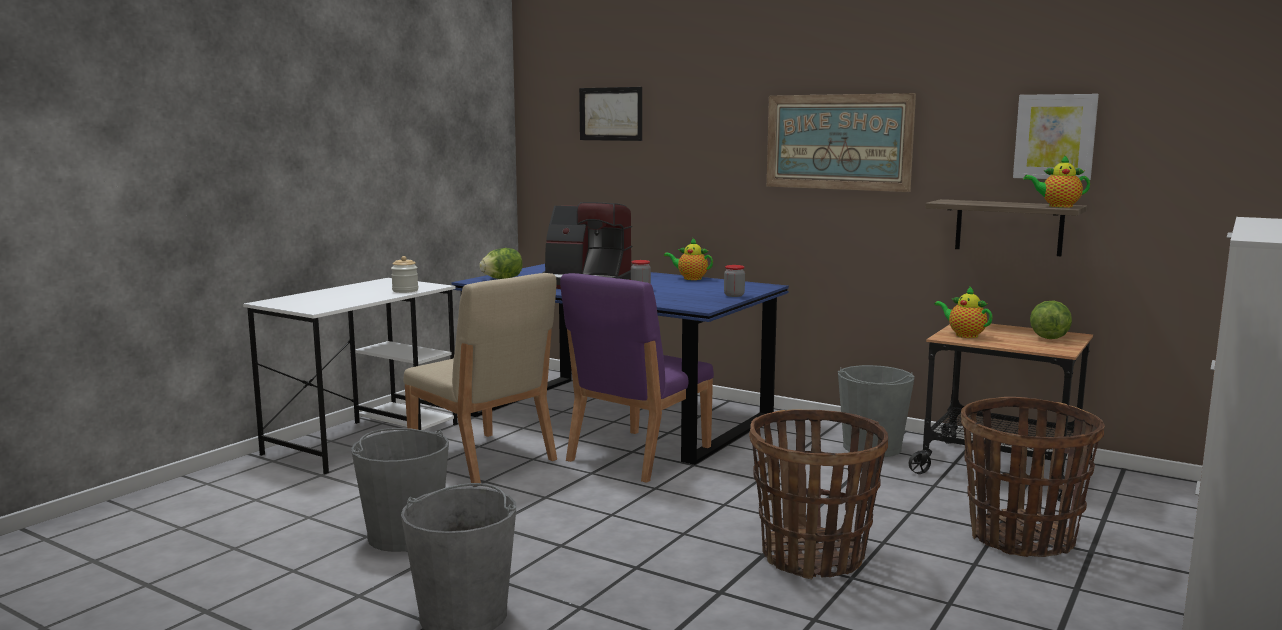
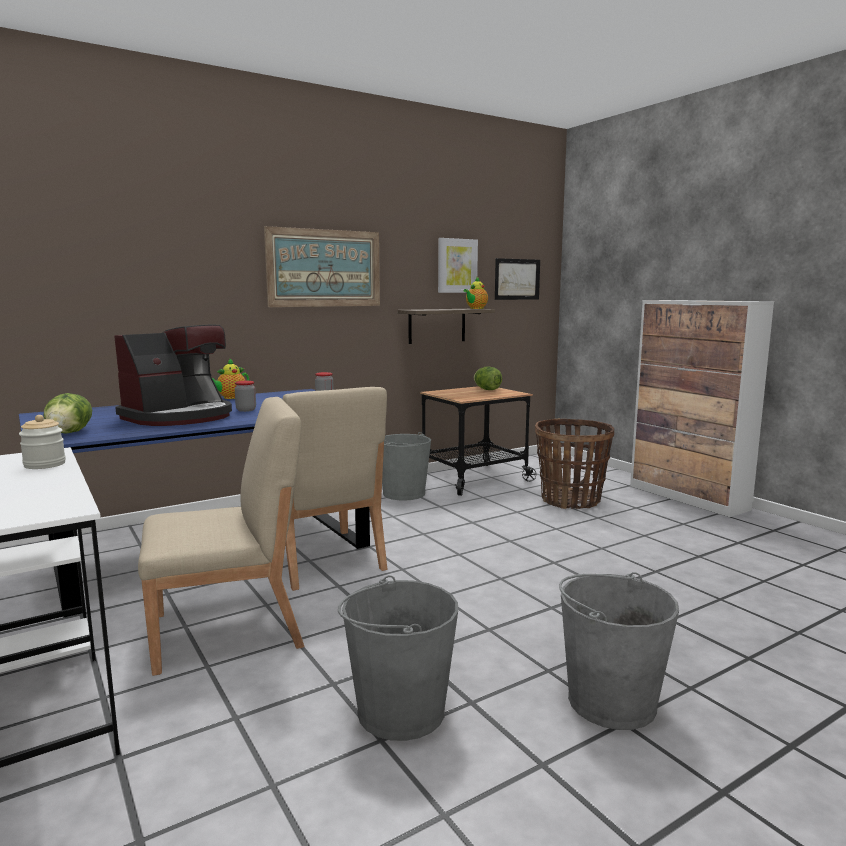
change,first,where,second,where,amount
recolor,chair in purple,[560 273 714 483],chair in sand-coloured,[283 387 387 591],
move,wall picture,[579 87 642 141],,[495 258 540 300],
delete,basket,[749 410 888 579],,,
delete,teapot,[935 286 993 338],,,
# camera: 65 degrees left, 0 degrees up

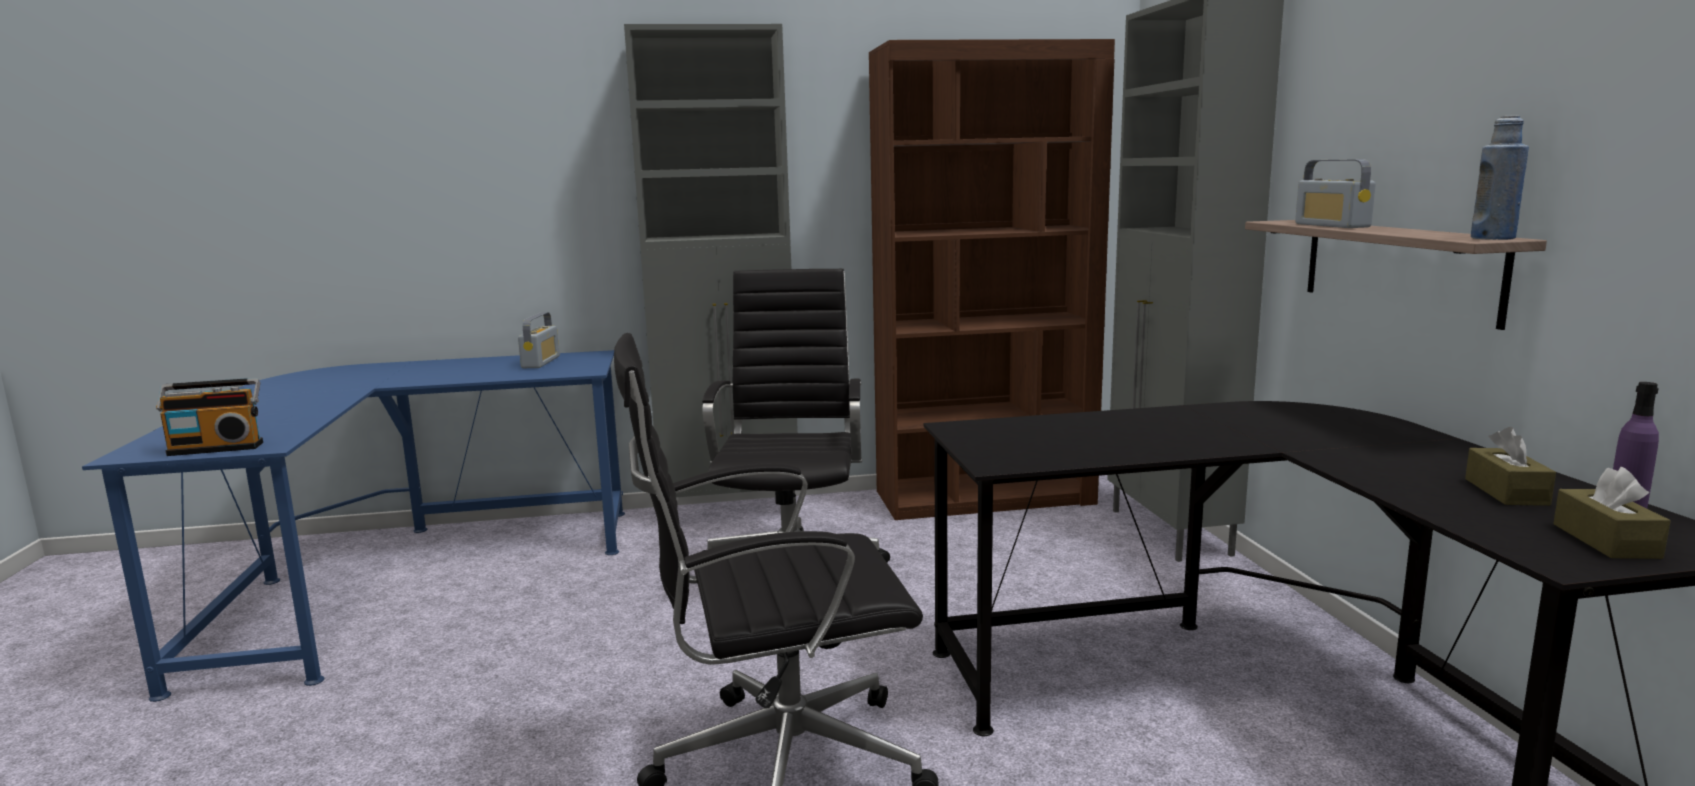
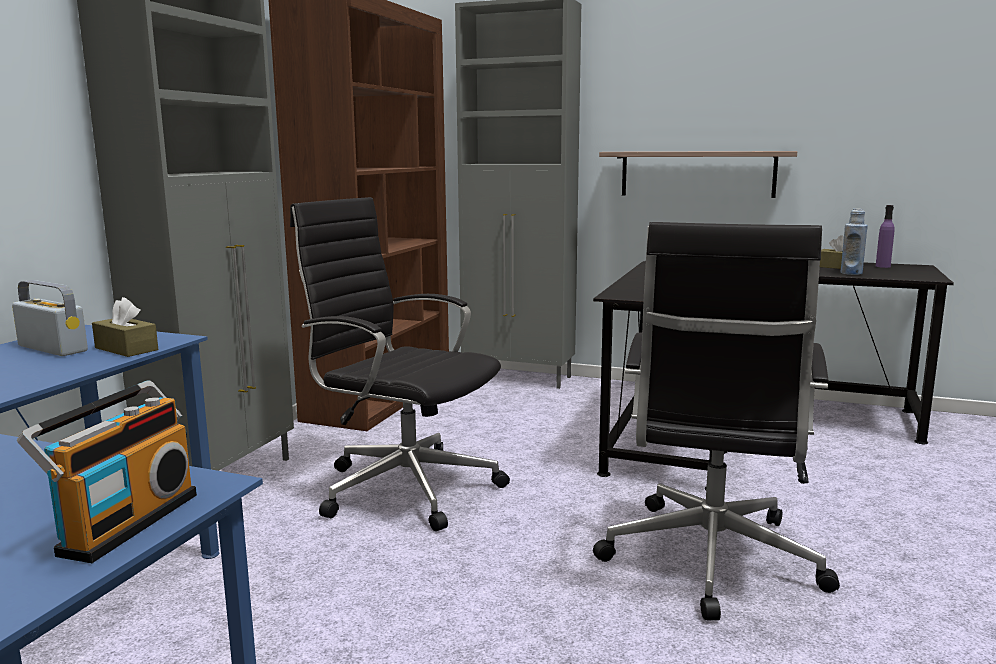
change,first,where,second,where,amount
move,tissue box in brown-coloured,[1553 467 1671 559],,[92 297 158 357],
move,bottle in bluish,[1471 116 1529 240],,[840 209 868 275],
delete,radio,[1295 159 1376 228],,,
# camera: 60 degrees left, 0 degrees up

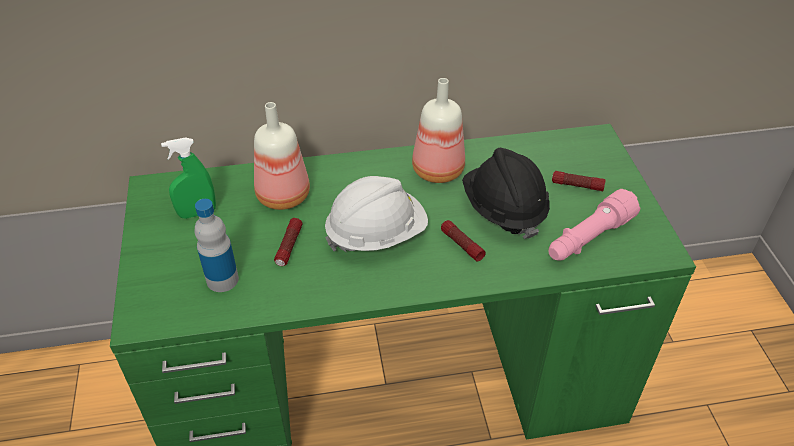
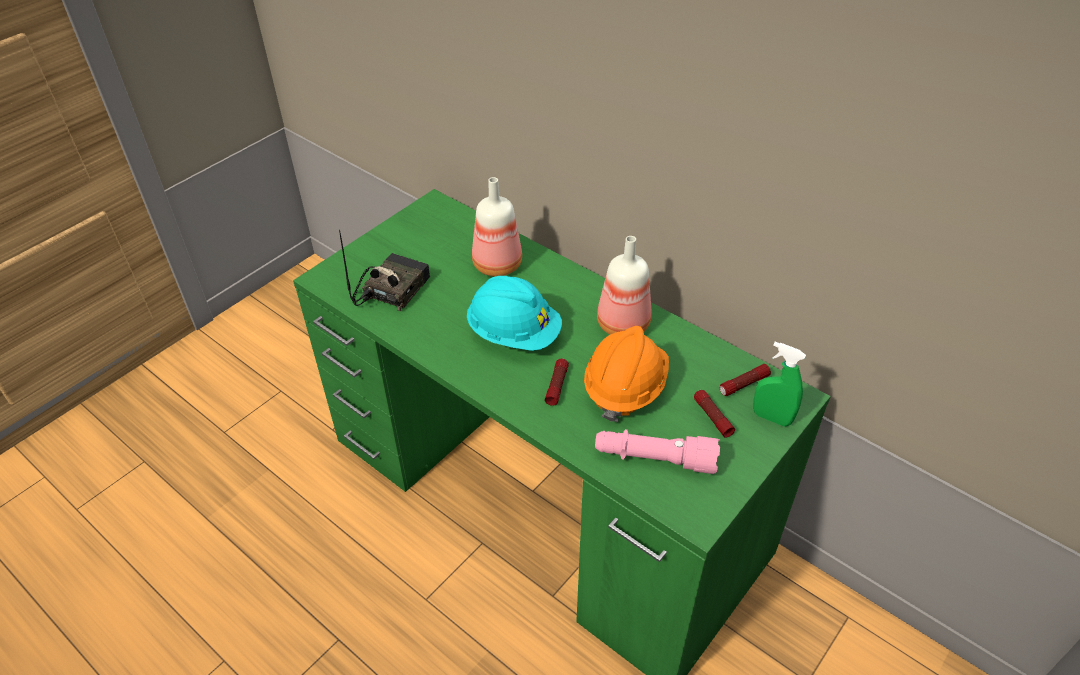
change,first,where,second,where,amount
replace,bottle,[195 199 239 292],radio,[339 230 430 311],
recolor,hard hat in white-coloured,[325 176 428 253],hard hat in turquoise,[467 276 562 351],
recolor,hard hat in black,[462 148 550 239],hard hat in orangey,[584 326 669 422],
move,torch,[274 218 303 266],,[720 364 771 396],
move,spray bottle in green-coloured,[161 137 216 219],,[753 342 806 427],
# camera: 50 degrees right, 0 degrees up

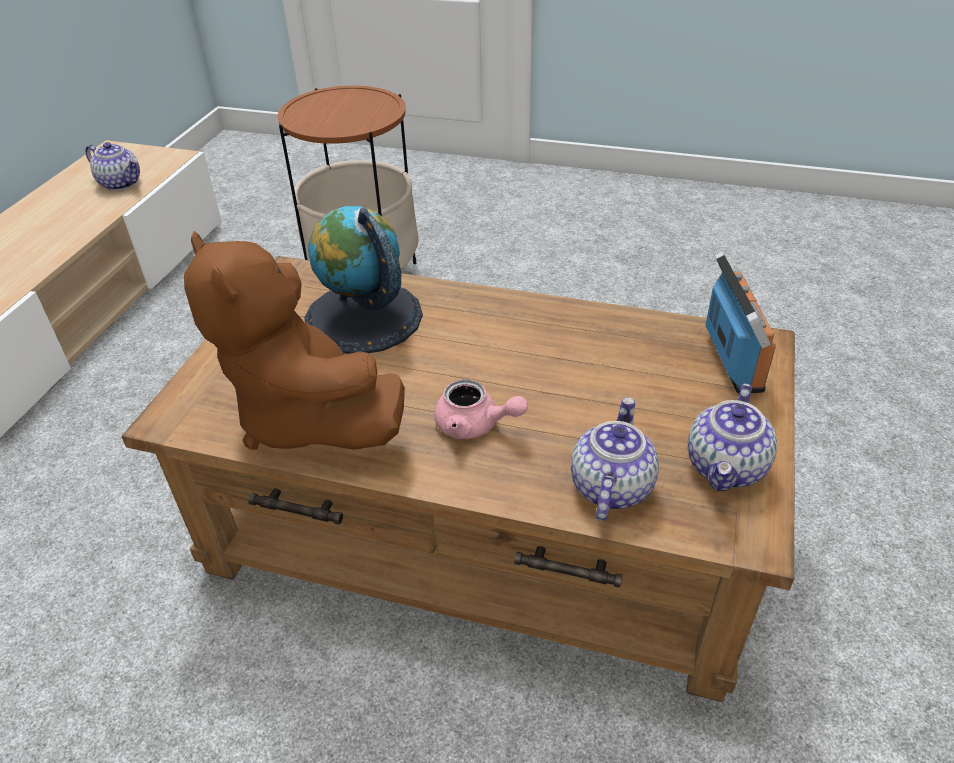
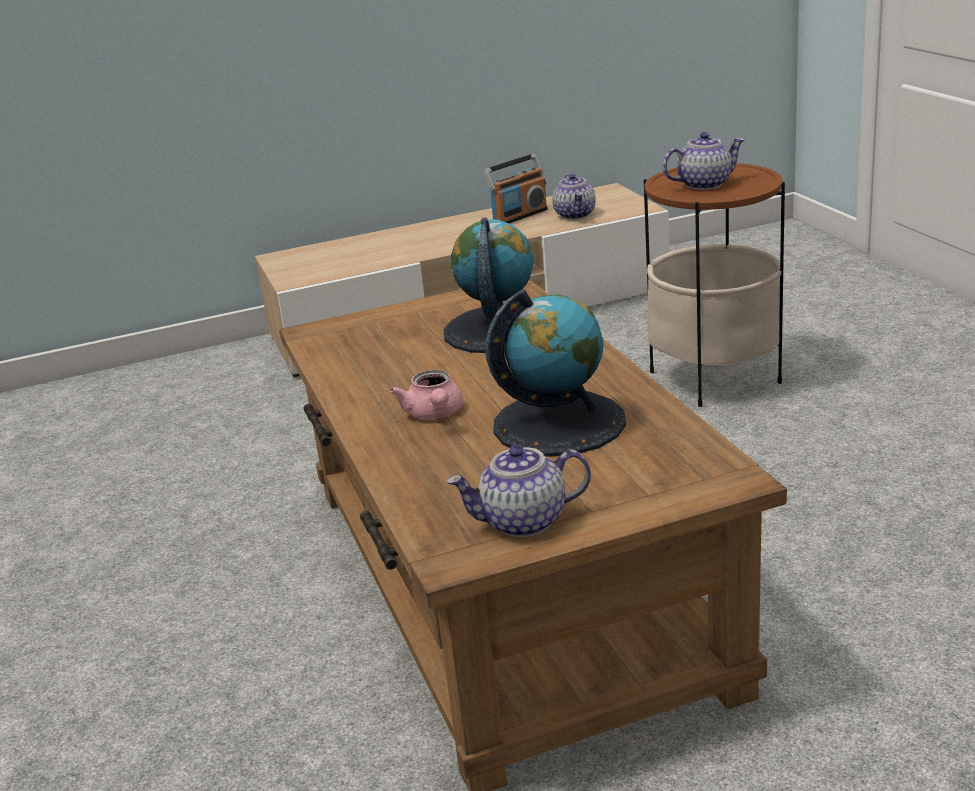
change,first,where,second,where,amount
move,radio,[705 251 776 394],,[483 154 548 223],
insert,,,globe,[486 289 626 457],
move,teapot,[571 397 659 521],,[663 132 745 190],
delete,cuddly toy in brown-coloured,[184 231 405 450],,,
# camera: 55 degrees right, 15 degrees down

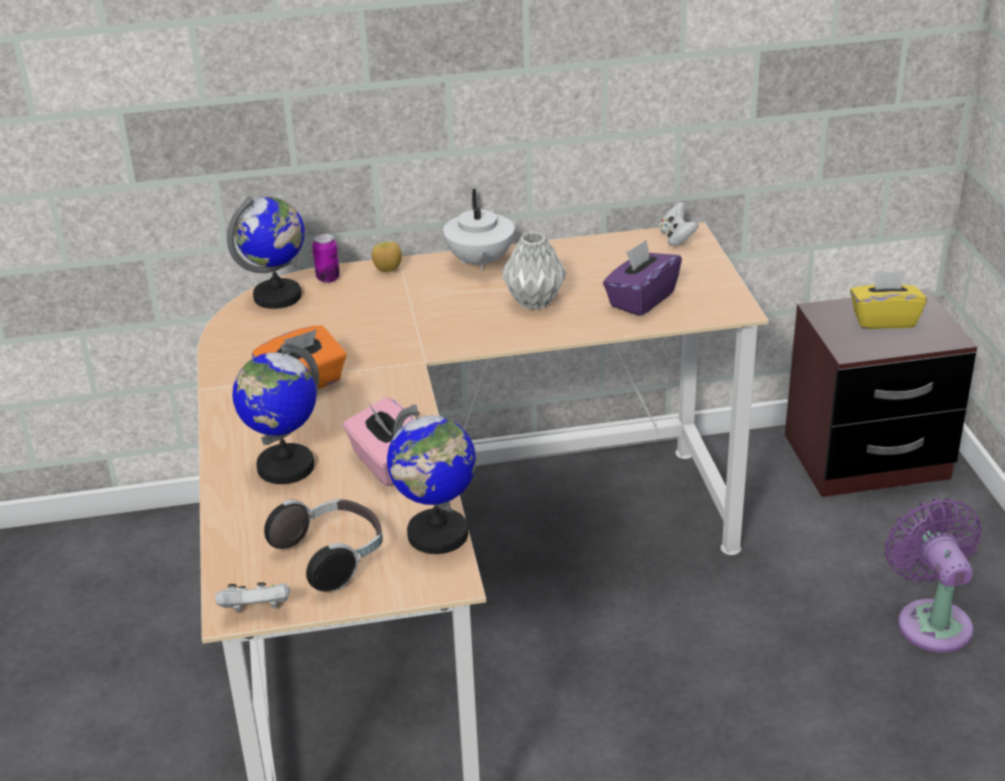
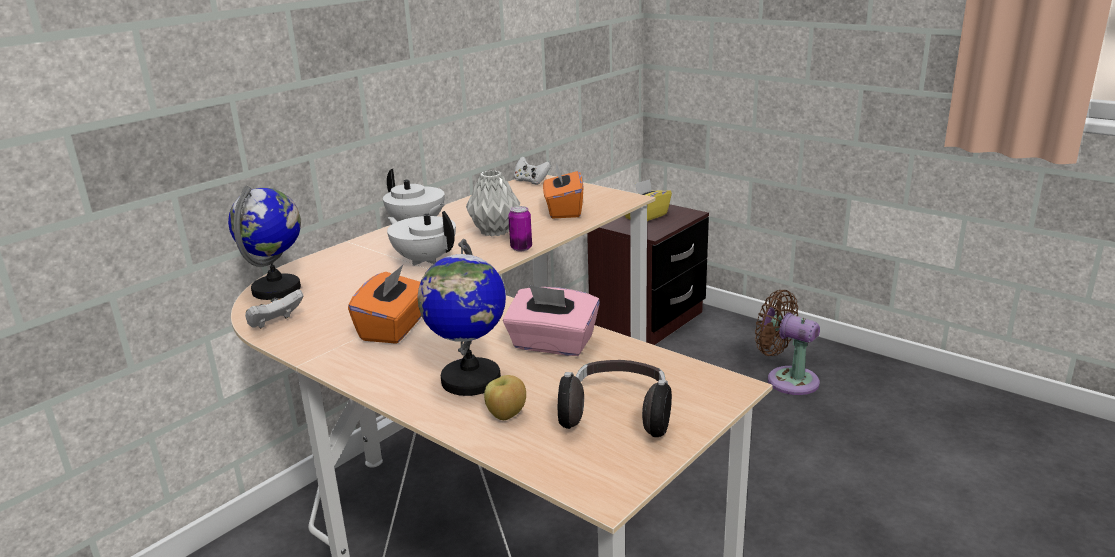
change,first,where,second,where,amount
move,game controller in white-coloured,[215 582 290 612],,[245 289 304 329],
insert,,,teapot in white-coloured,[387 211 456 266],
move,apple,[372 241 402 272],,[484 375 526 420],
move,metal can,[312 234 340 283],,[508 206 532 251],
recolor,tissue box in purple,[603 240 682 316],tissue box in orangey,[543 163 583 218],
recolor,cooling fan in purple,[885 498 982 653],cooling fan in brown-coloured,[755 290 820 395],
delete,globe,[387 405 476 554],,,
# camera: 40 degrees left, 10 degrees down

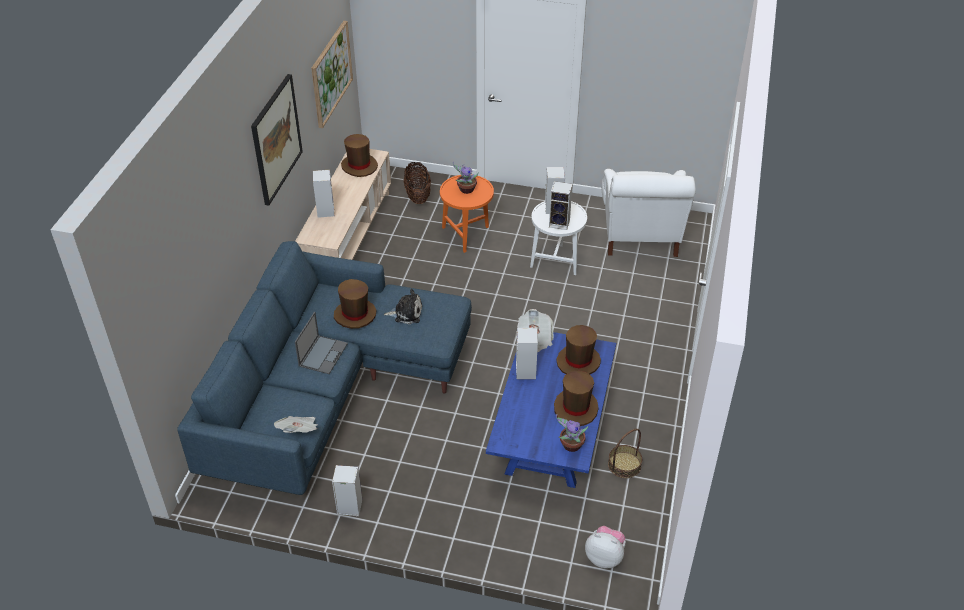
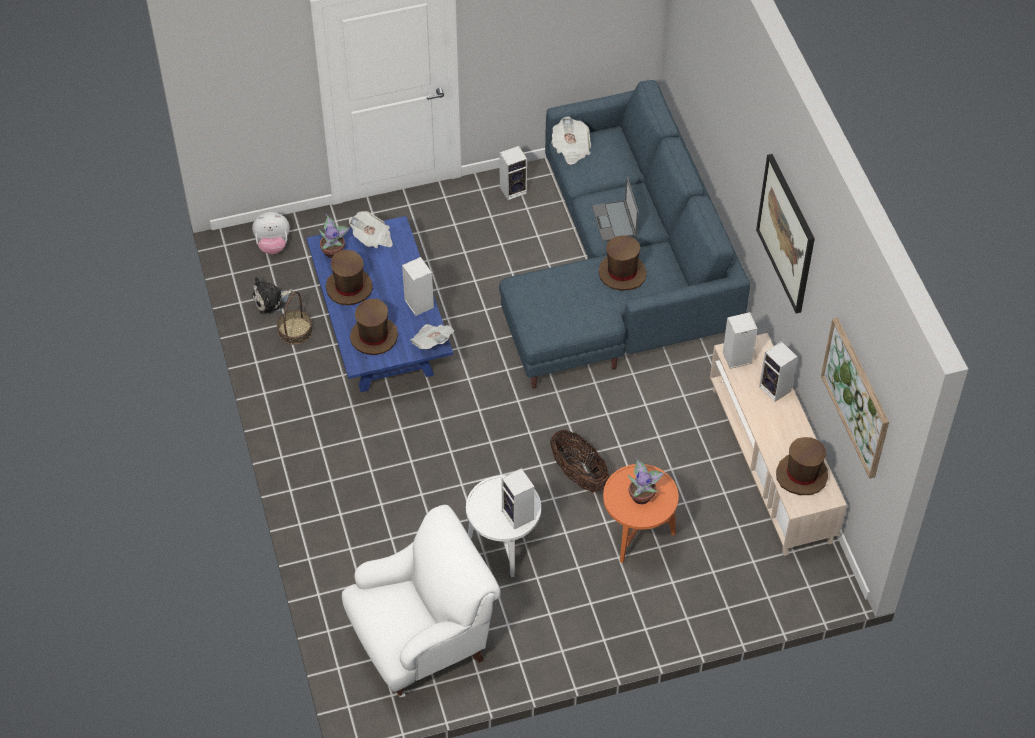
change,first,where,second,where,amount
move,cuddly toy,[384 289 422 324],,[252 277 293 315],
rotate,easy chair in white-coloured,[602 169 696 257],,[342 505 501 697],90 degrees clockwise
insert,,,printed paper,[349 211 393 248],
move,basket,[404 161 431 204],,[550 430 610 493],
move,speaker,[549 181 573 230],,[723 312 757 369],
# camera: 150 degrees right, 10 degrees up

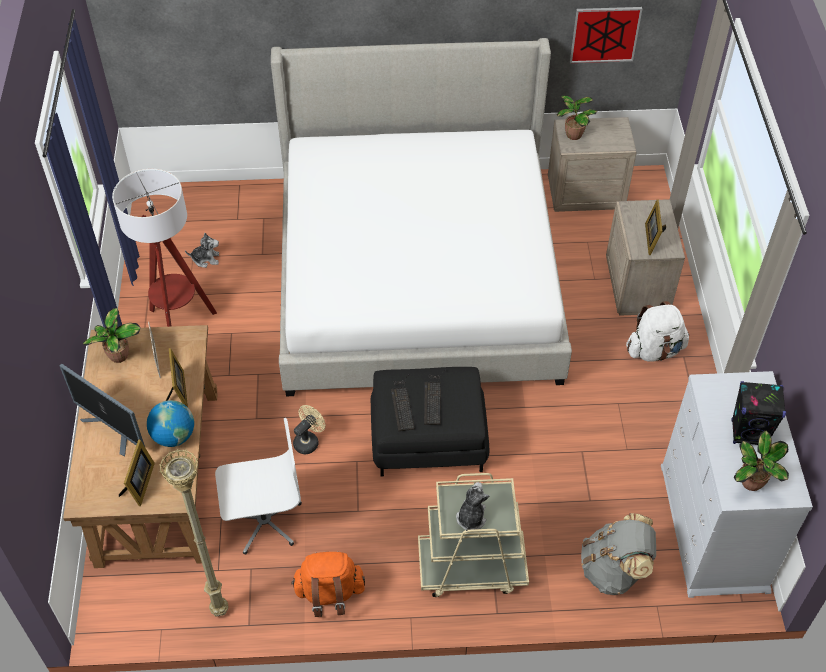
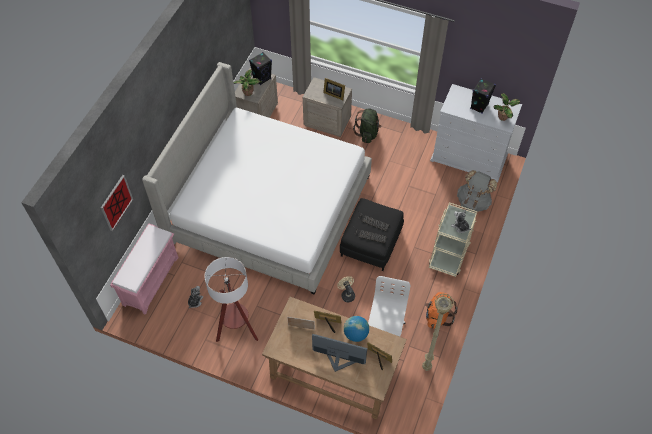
change,first,where,second,where,amount
move,wall picture,[570 7 642 63],,[101 175 133 231],
insert,,,indoor bench in pink,[110 223 179 315],
insert,,,speaker in black,[249 52 272 85],
rotate,computer screen,[59 364 145 456],,[312 334 367 372],135 degrees counterclockwise
recolor,rucksack in white-coloured,[626 301 689 361],rucksack in green-coloured,[353 109 382 143],
delete,potted plant,[83 308 141 363],,,
# camera: 65 degrees left, 5 degrees up

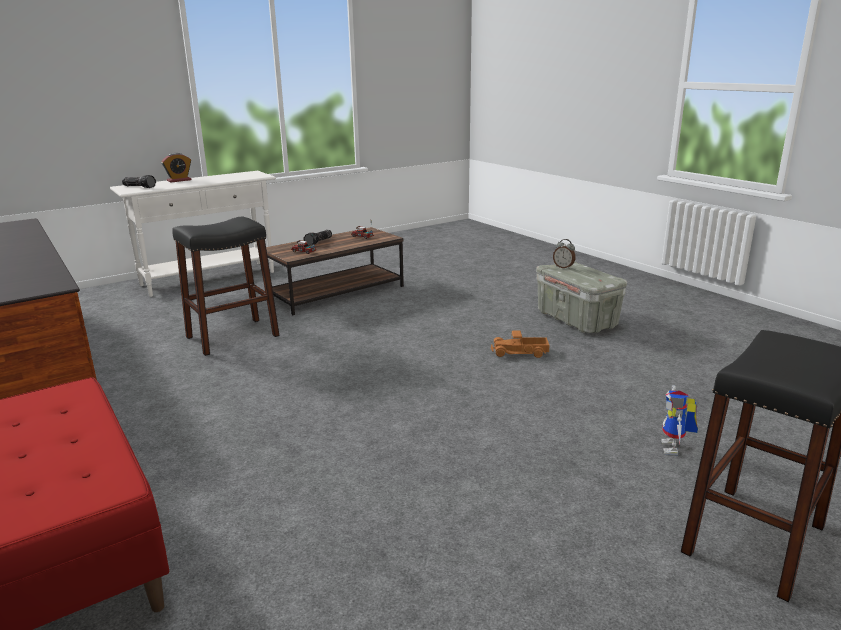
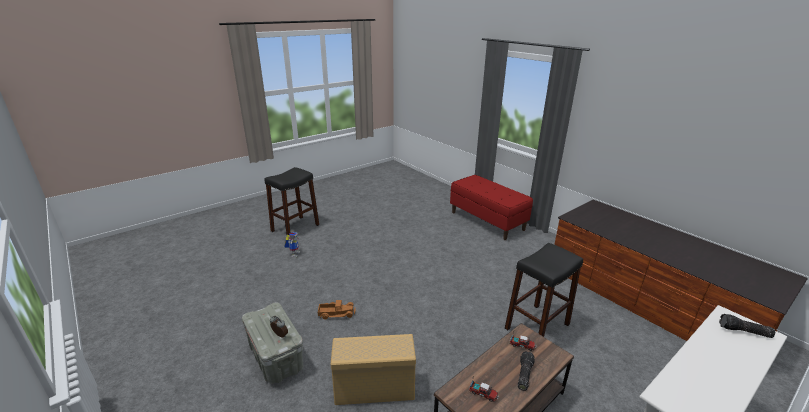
change,first,where,second,where,amount
insert,,,storage bin in sand-coloured,[331 334 416 405],
delete,table clock,[161 153 191 183],,,
# camera: 175 degrees right, 5 degrees up

